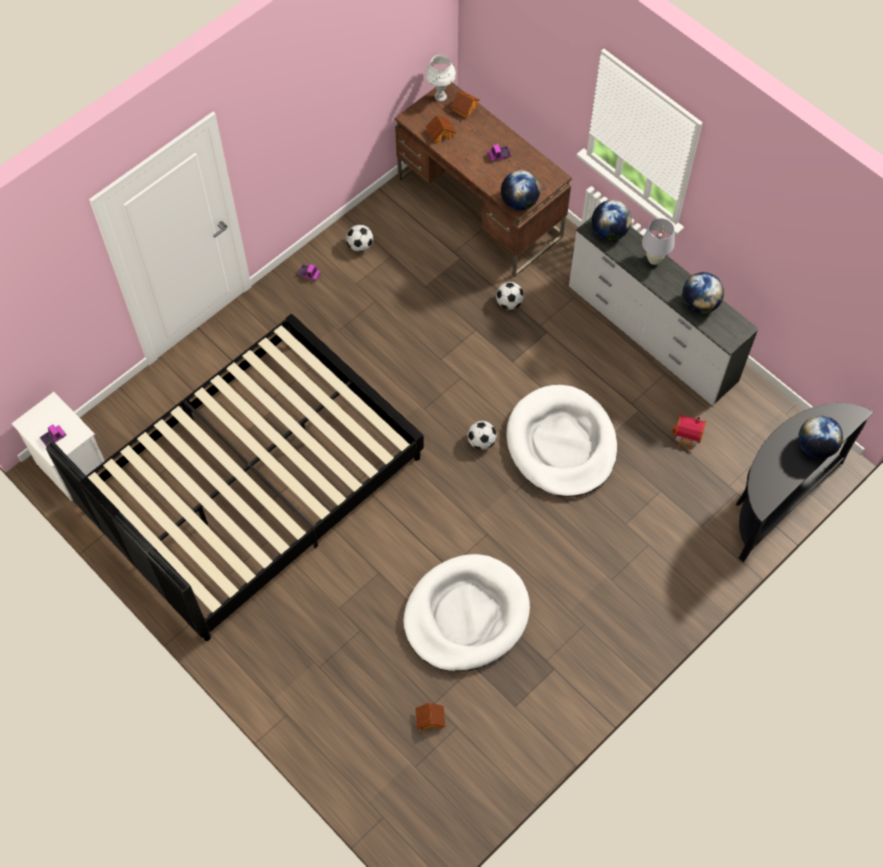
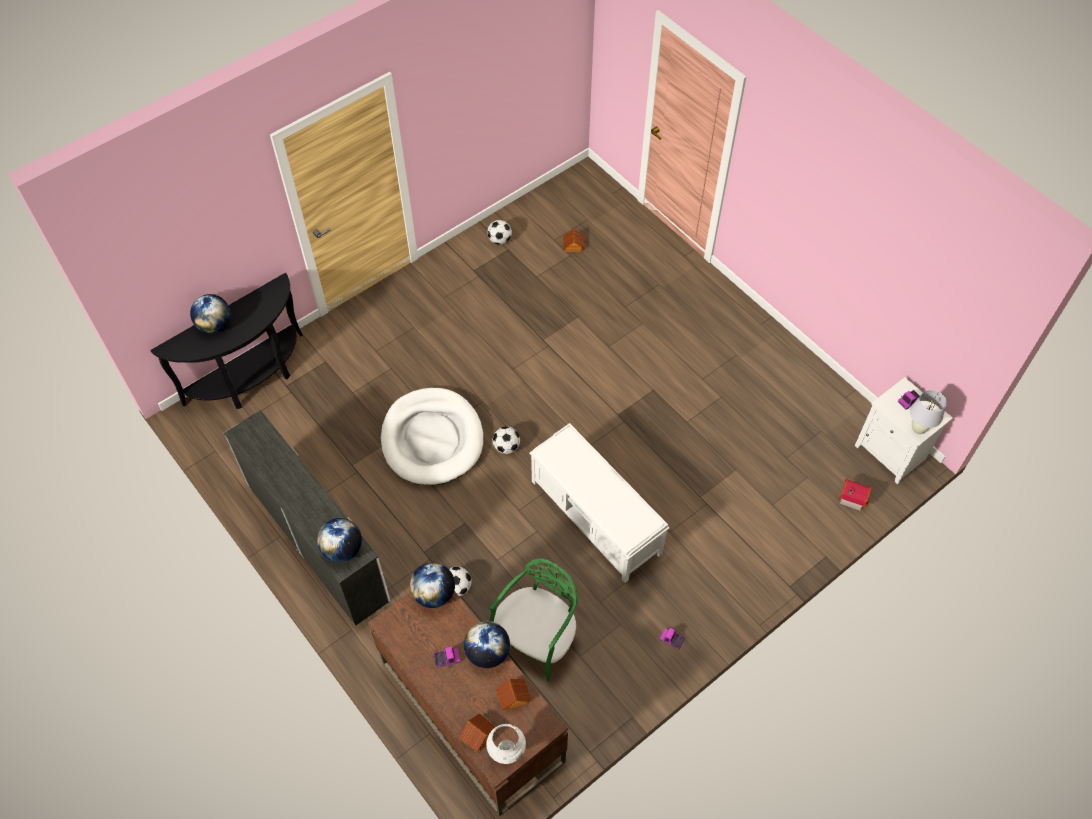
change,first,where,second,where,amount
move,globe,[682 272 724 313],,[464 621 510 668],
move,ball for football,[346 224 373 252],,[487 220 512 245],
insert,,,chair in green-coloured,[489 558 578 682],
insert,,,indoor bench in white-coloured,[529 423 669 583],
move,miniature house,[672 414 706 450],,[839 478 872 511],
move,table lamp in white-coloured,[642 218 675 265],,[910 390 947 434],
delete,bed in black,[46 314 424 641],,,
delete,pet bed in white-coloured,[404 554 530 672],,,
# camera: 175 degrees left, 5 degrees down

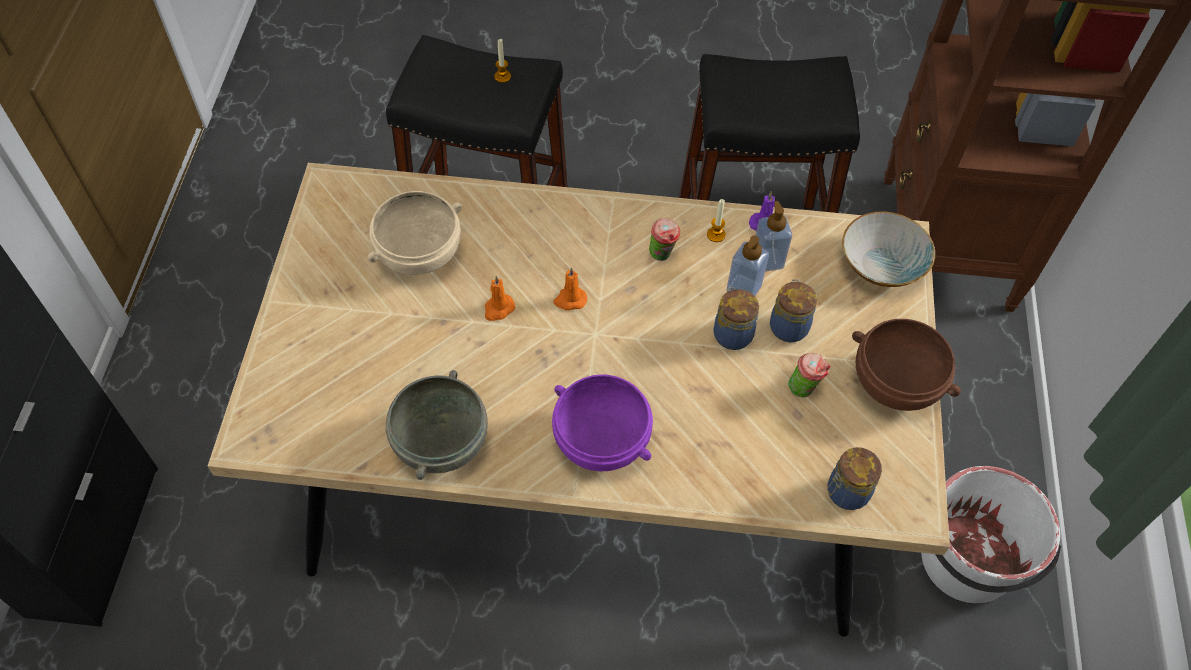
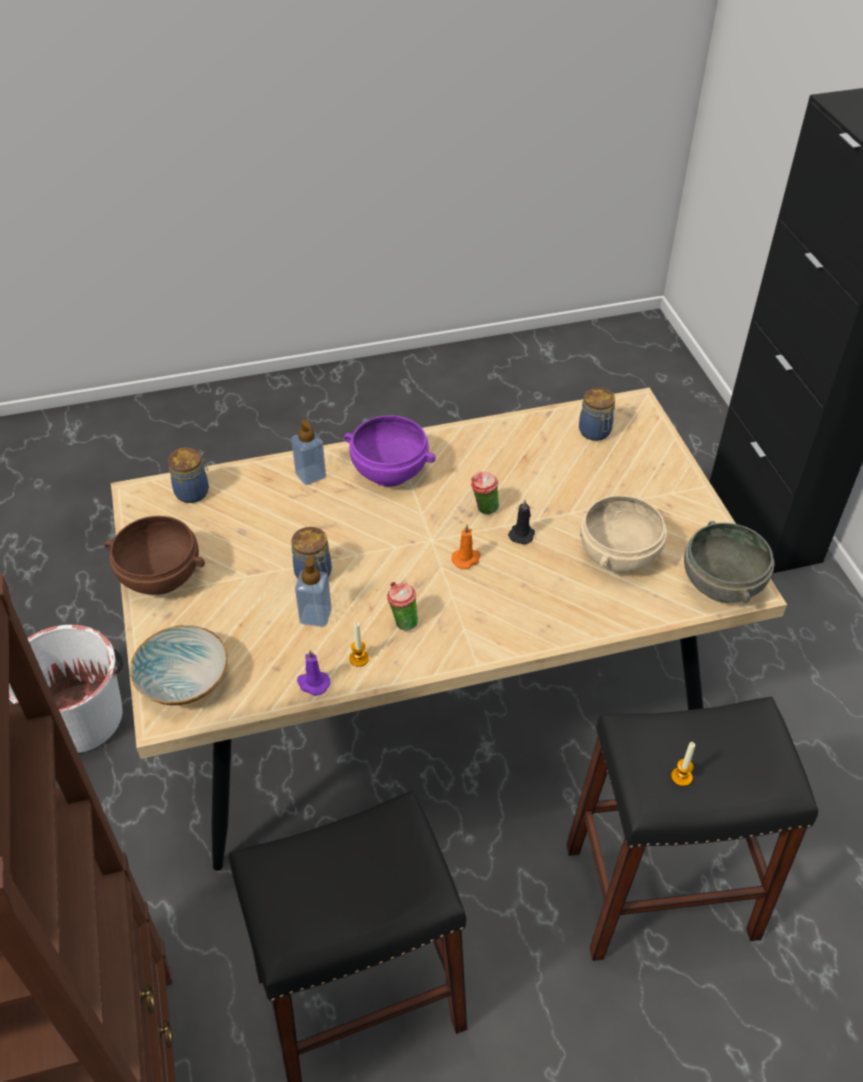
change,first,where,second,where,amount
move,liquid soap bottle,[755 201 792 272],,[291 420 326 485],
move,small cup,[788 353 830 398],,[471 472 499 515],
recolor,wax candle in orangey,[485 276 515 321],wax candle in black,[508 500 535 545],
move,preserve jar,[770 279 817 342],,[579 387 615 441],
move,serving bowl in grey,[386 370 488 480],,[684 521 774 603],
# camera: 160 degrees right, 10 degrees down

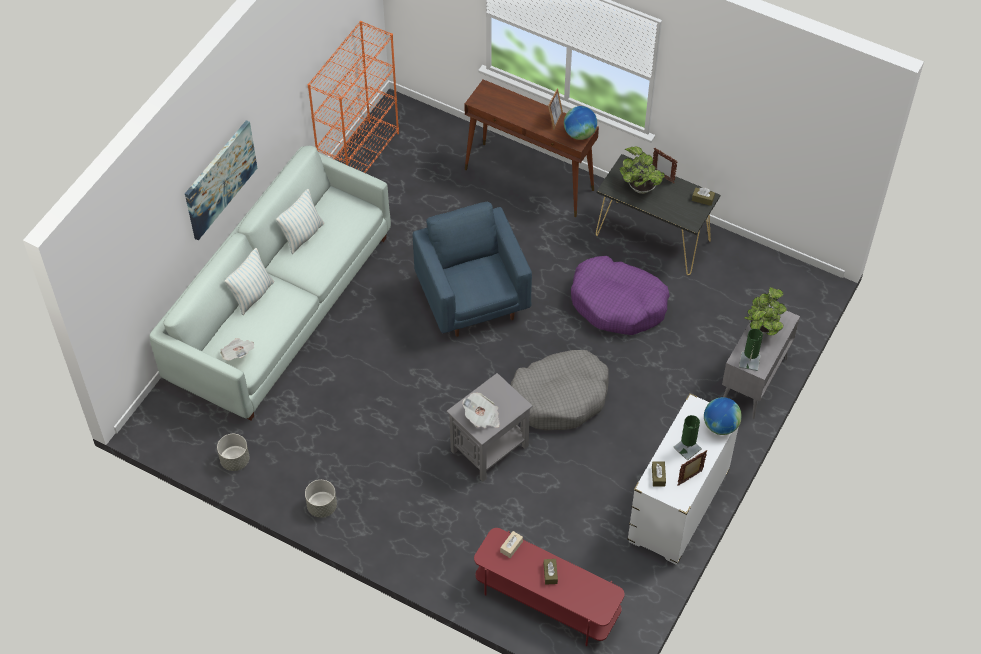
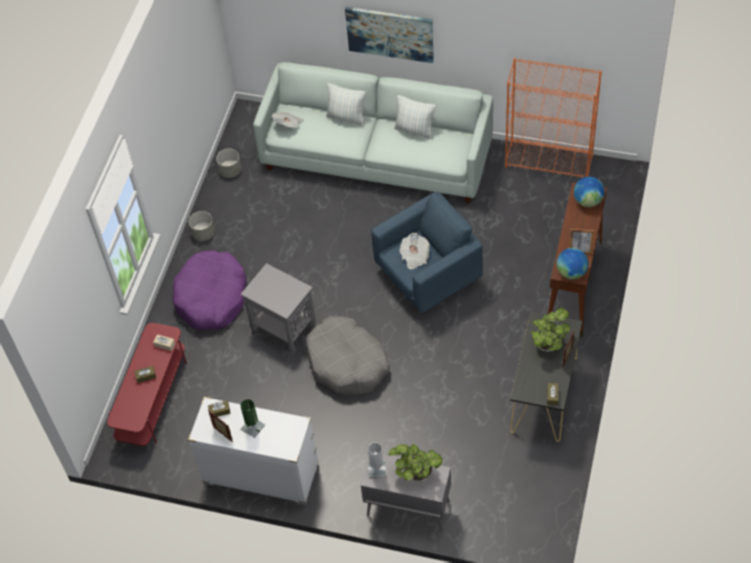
change,first,where,second,where,amount
move,pet bed in purple,[571 256 670 335],,[172 250 247 330],
recolor,table lamp in green-coloured,[739 329 763 371],table lamp in white-coloured,[368 442 386 478],
move,printed paper,[462 392 500 428],,[399 233 430 270],
move,globe,[704 397 742 435],,[574 177 605 207],
# camera: 80 degrees right, 0 degrees up

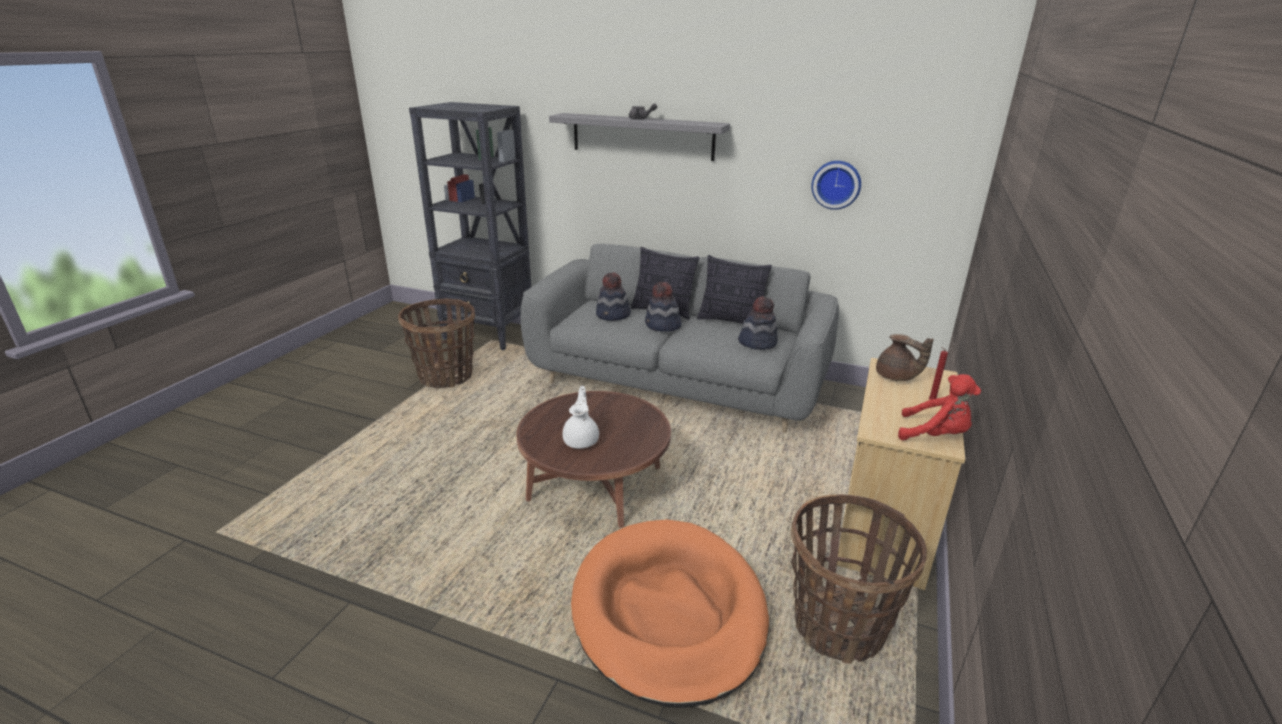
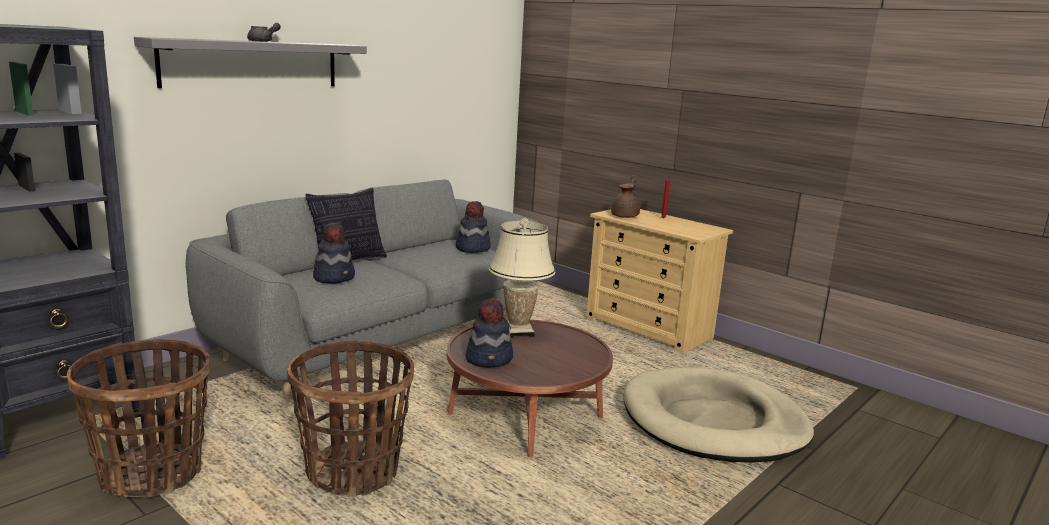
change,first,where,second,where,amount
move,basket,[791 494 927 664],,[287 340 414 497],
move,hat,[645 282 682 332],,[466 298 513 368],
insert,,,table lamp in sand-coloured,[489 218 555 338],
rotate,teapot in brown-coloured,[876 334 934 381],,[611 175 640 218],45 degrees counterclockwise
recolor,pet bed in orangey,[571 519 769 708],pet bed in sand-coloured,[623 367 814 463],
delete,teapot in white-coloured,[562 386 599 449],,,
delete,throw pillow,[697 255 772 324],,,
delete,hanging clock,[811 161 861 210],,,
delete,cuddly toy in red,[898 374 981 440],,,
# camera: 70 degrees left, 10 degrees down

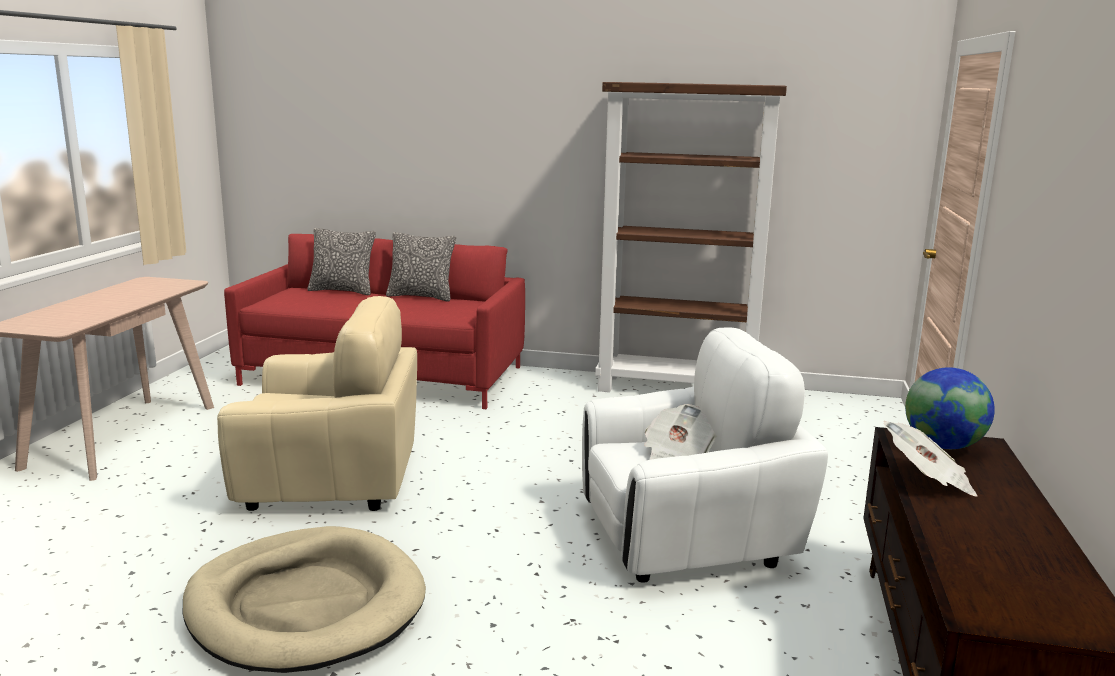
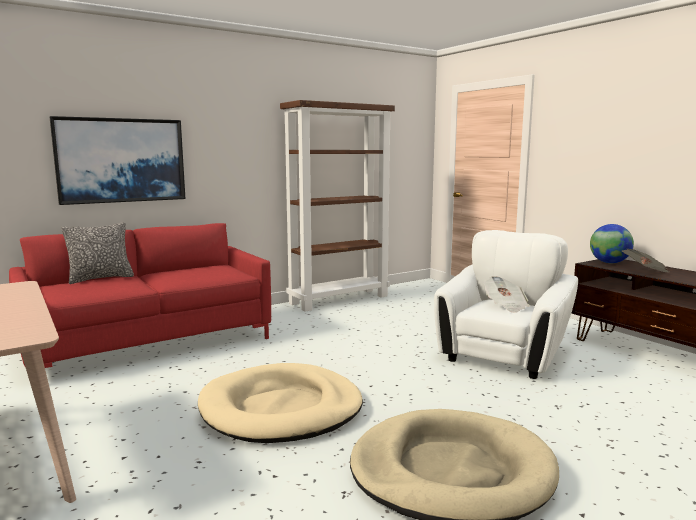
change,first,where,second,where,amount
insert,,,wall picture,[49 116 185 205],
replace,easy chair in sand-coloured,[217 296 417 511],pet bed in sand-coloured,[198 363 363 443],
delete,throw pillow,[386 232 456 302],,,
# camera: 45 degrees left, 5 degrees down

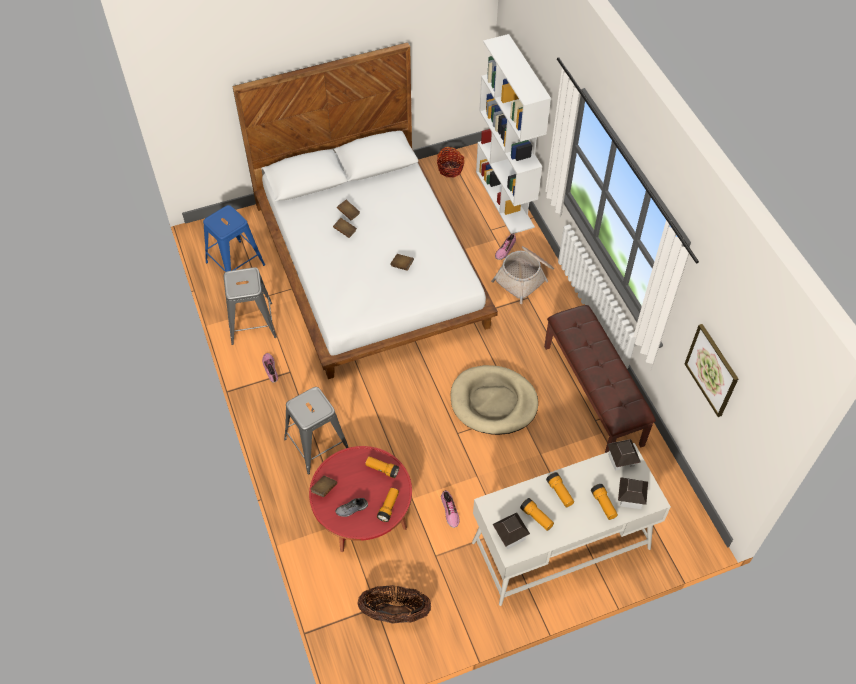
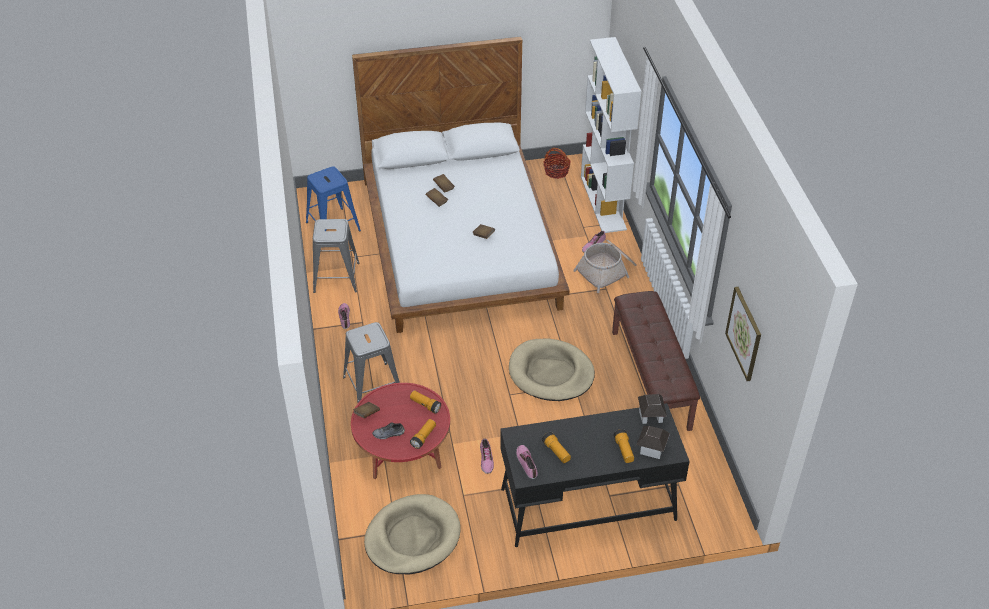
change,first,where,second,where,amount
replace,basket,[357 585 431 624],pet bed in sand-coloured,[364 494 461 574],
recolor,desk table in white-coloured,[472 443 671 606],desk table in black,[500 403 690 547],
replace,miniature house,[493 512 530 549],low shoe,[516 445 538 479],
delete,torch,[546 472 574 507],,,
# camera: 10 degrees right, 10 degrees down

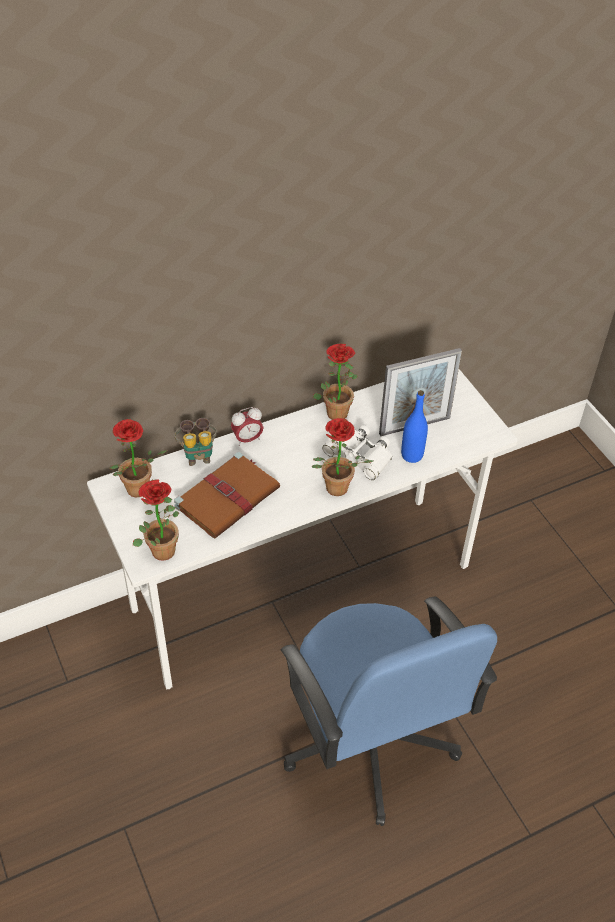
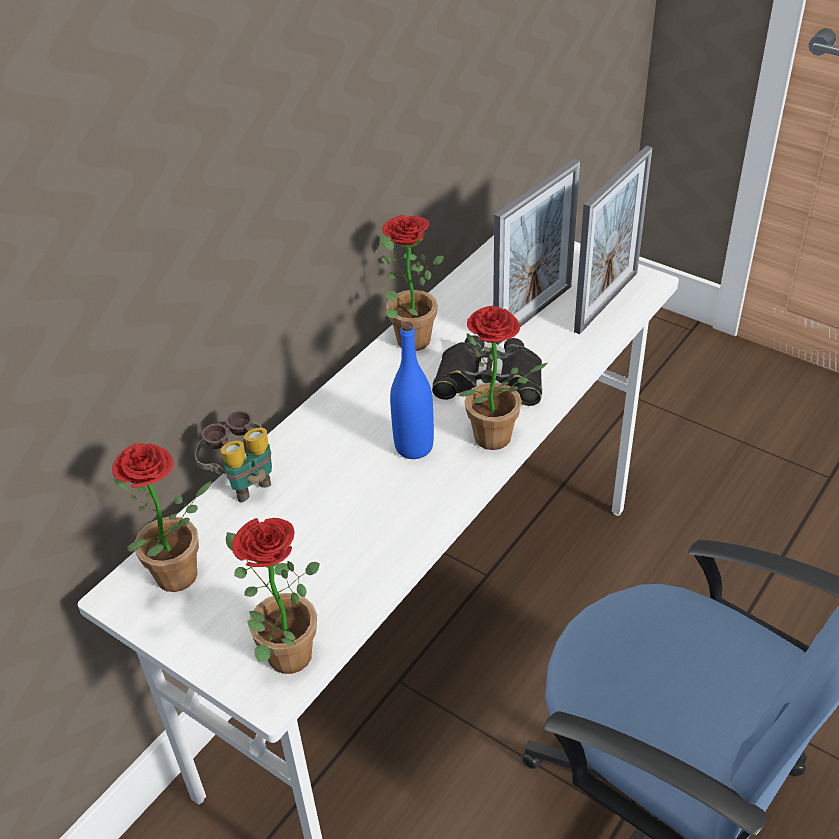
change,first,where,second,where,amount
move,bottle in bluish,[401 390 428 463],,[390 322 434 459],
recolor,field glasses in white-coloured,[322 425 392 480],field glasses in black,[432 335 542 406],
insert,,,photo frame,[574 146 652 334],
delete,book in brown-coloured,[174 452 280 539],,,
delete,table clock,[231 407 264 446],,,
# camera: 25 degrees left, 5 degrees down

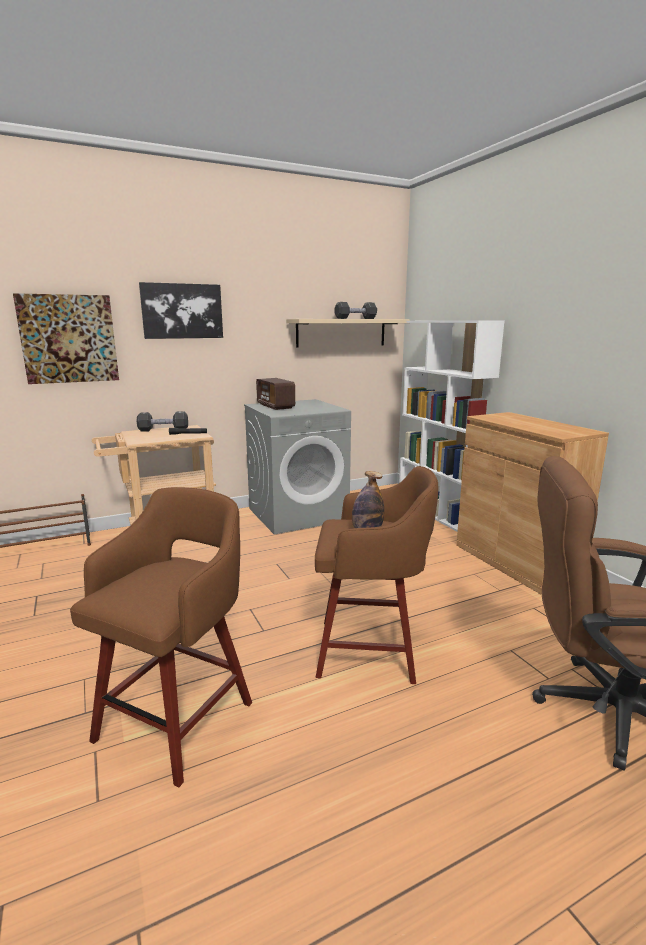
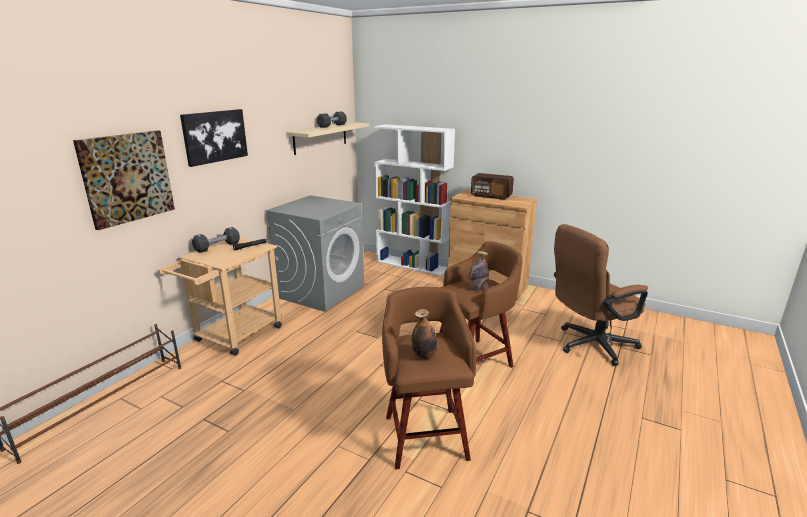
change,first,where,second,where,amount
insert,,,bottle,[412 309 438 359],
move,radio,[256 378 295 410],,[471 173 514 200],
# camera: 35 degrees left, 5 degrees up

